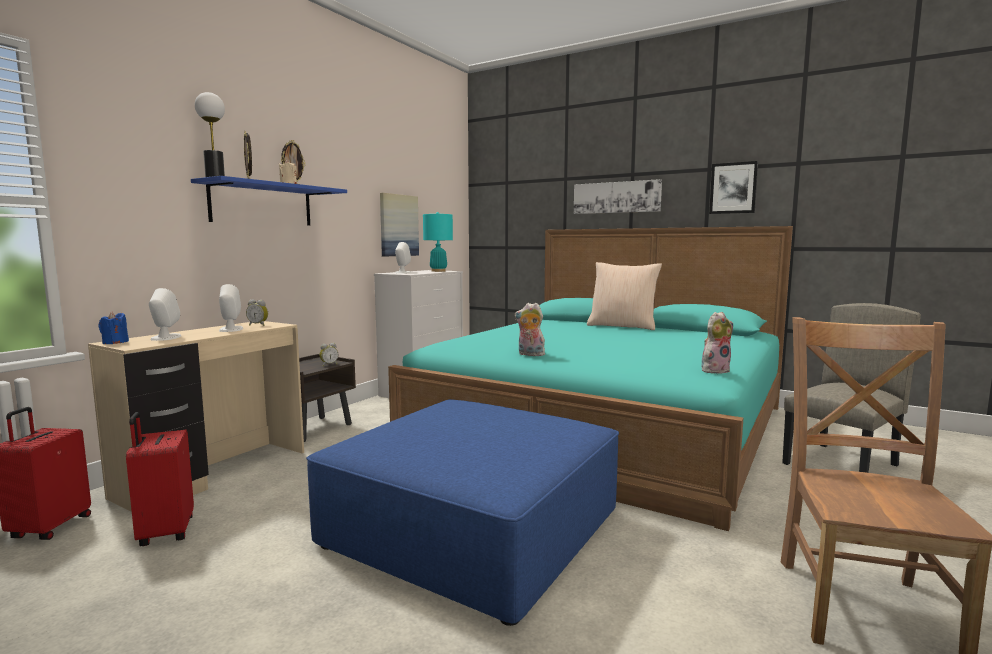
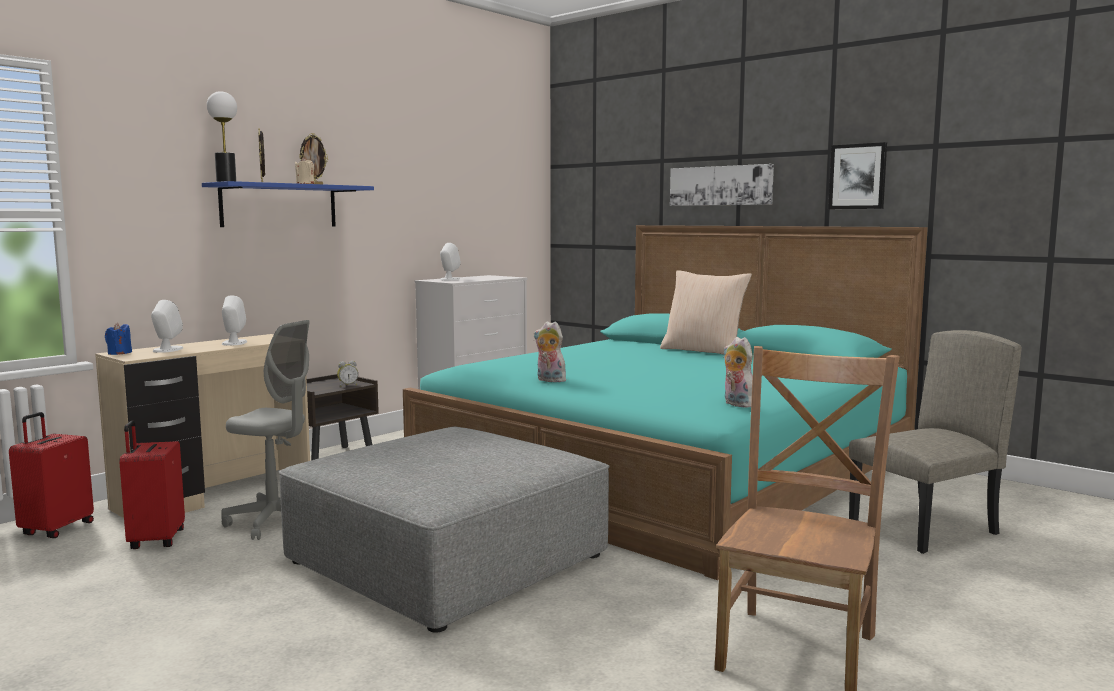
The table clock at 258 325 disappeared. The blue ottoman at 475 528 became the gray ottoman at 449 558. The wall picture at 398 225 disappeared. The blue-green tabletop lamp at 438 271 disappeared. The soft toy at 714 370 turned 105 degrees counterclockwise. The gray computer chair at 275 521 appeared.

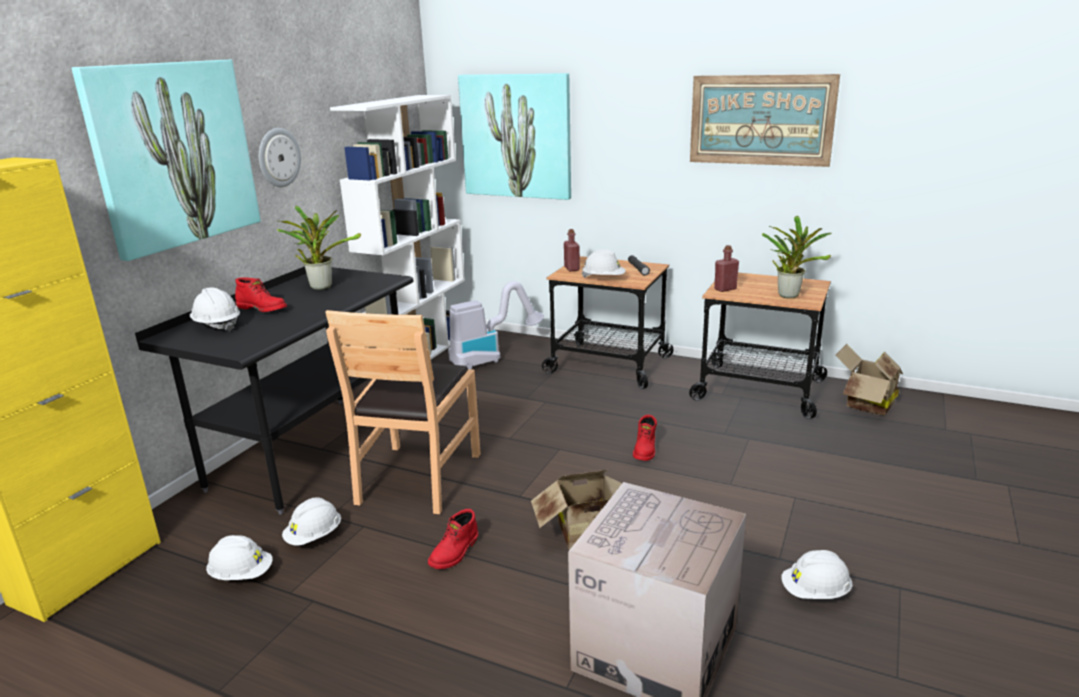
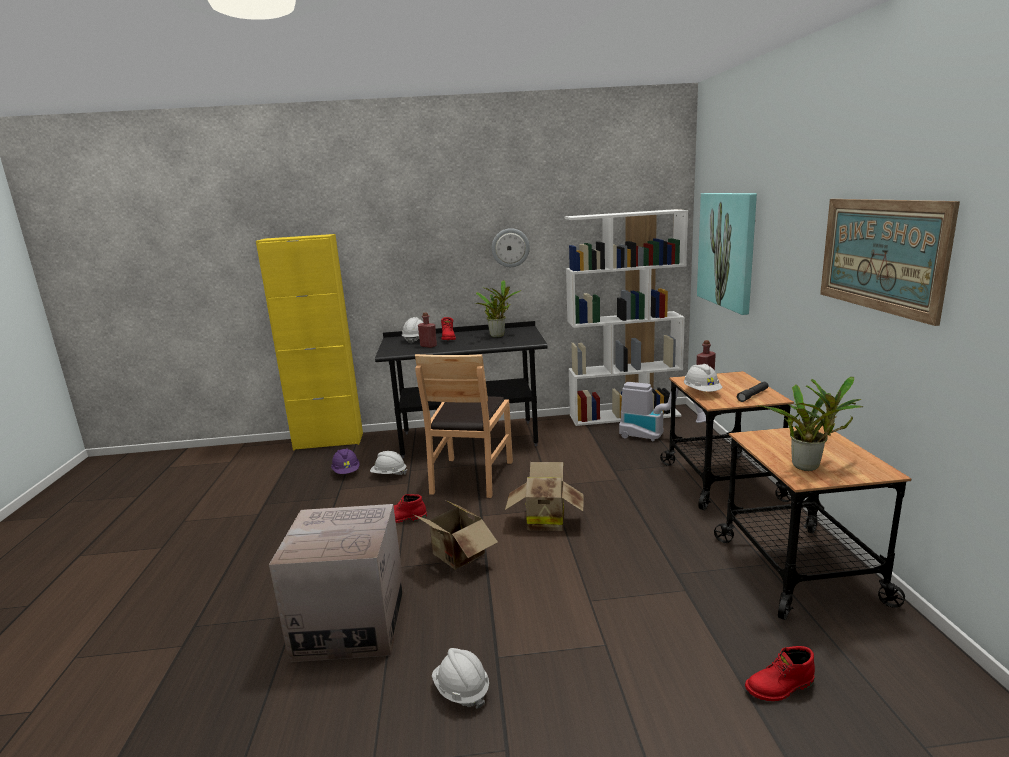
The wall picture at 174 154 disappeared. The white-coloured work helmet at 241 575 became the purple work helmet at 346 472. The brown-coloured plain chair at 418 477 turned 60 degrees counterclockwise. The red-coloured boot moved from 645 450 to 780 688. The red-coloured drink bottle moved from 725 289 to 428 346. The carton moved from 865 405 to 545 520.

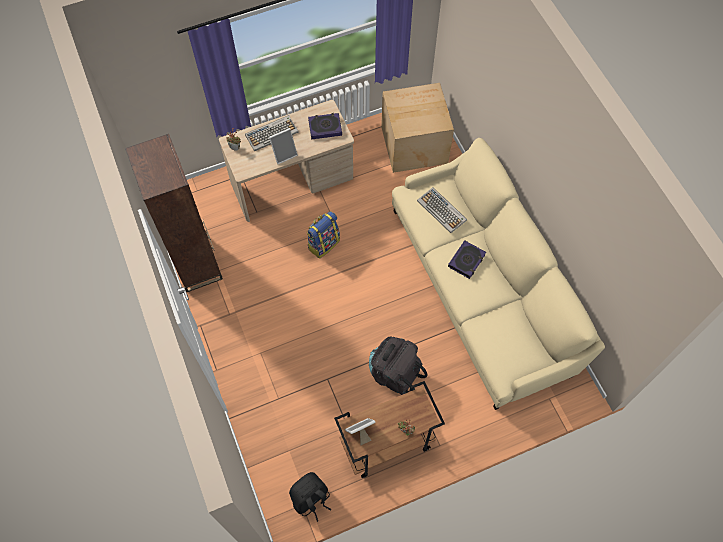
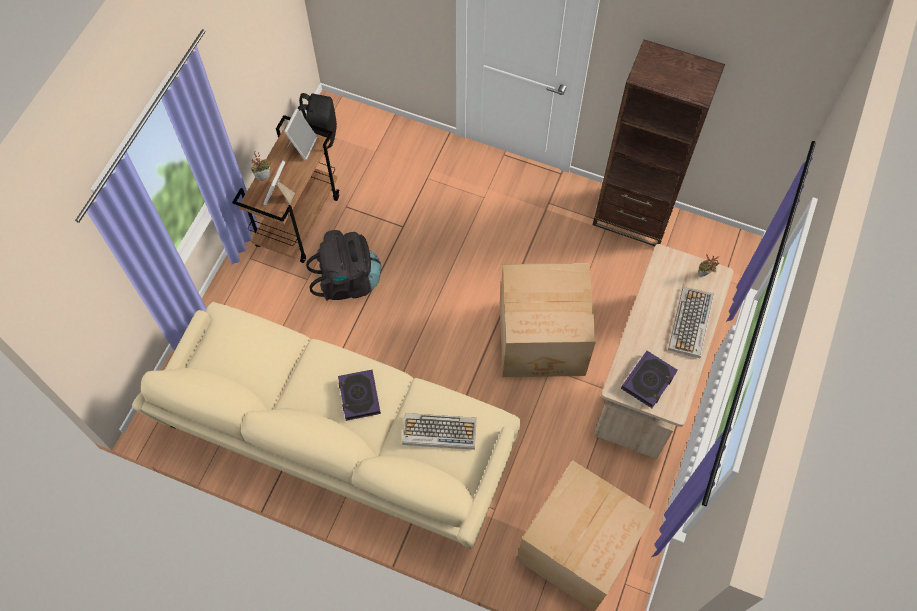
The picture frame moved from 284 154 to 279 195. The rucksack at 323 243 was replaced by the carton at 543 339.

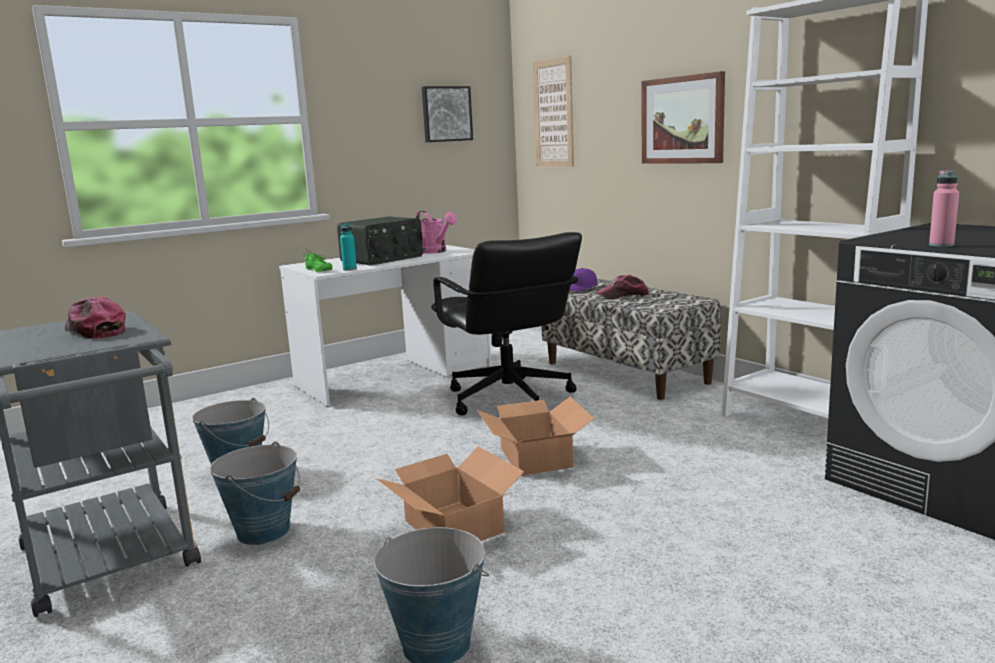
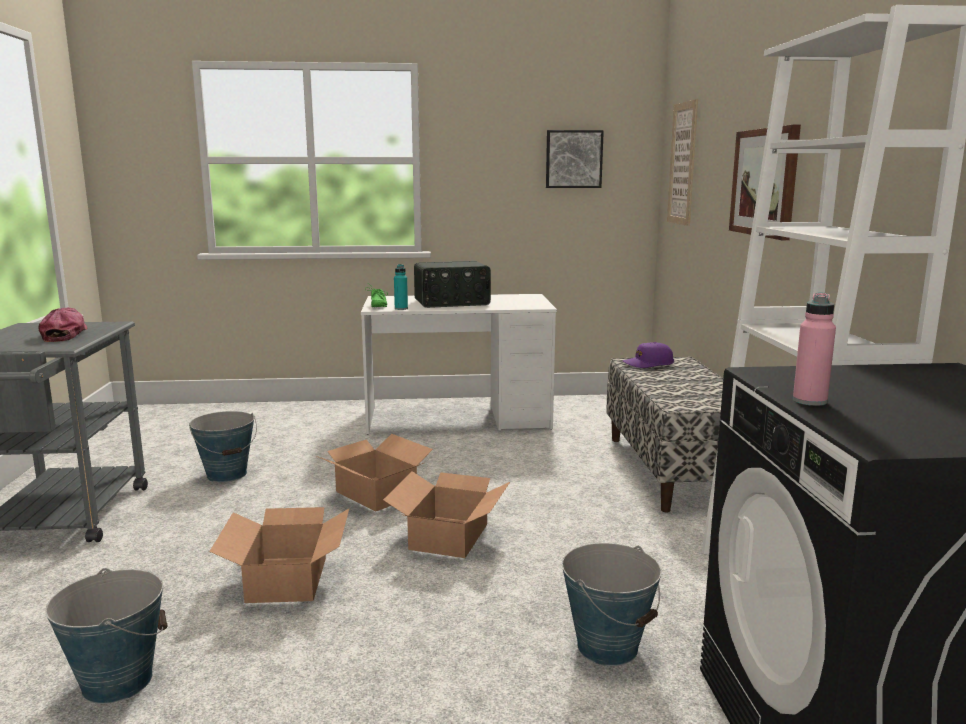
The pail moved from 264 531 to 607 646. The pink sprinkling can at 435 251 disappeared. The black computer chair at 508 399 disappeared. The baseball cap at 623 295 disappeared. The carton at 376 494 appeared.

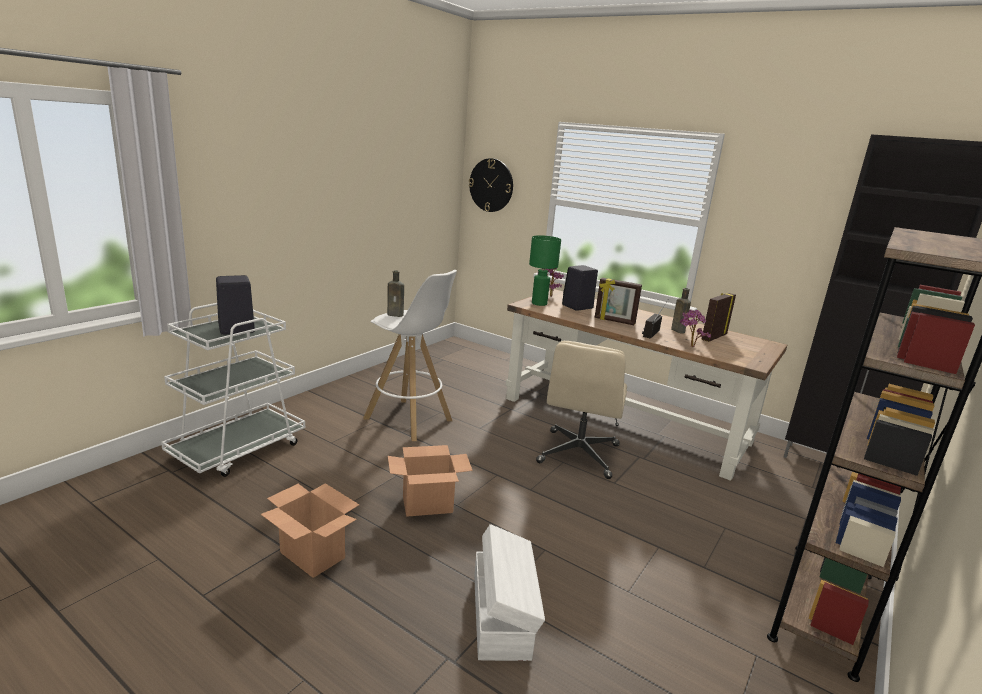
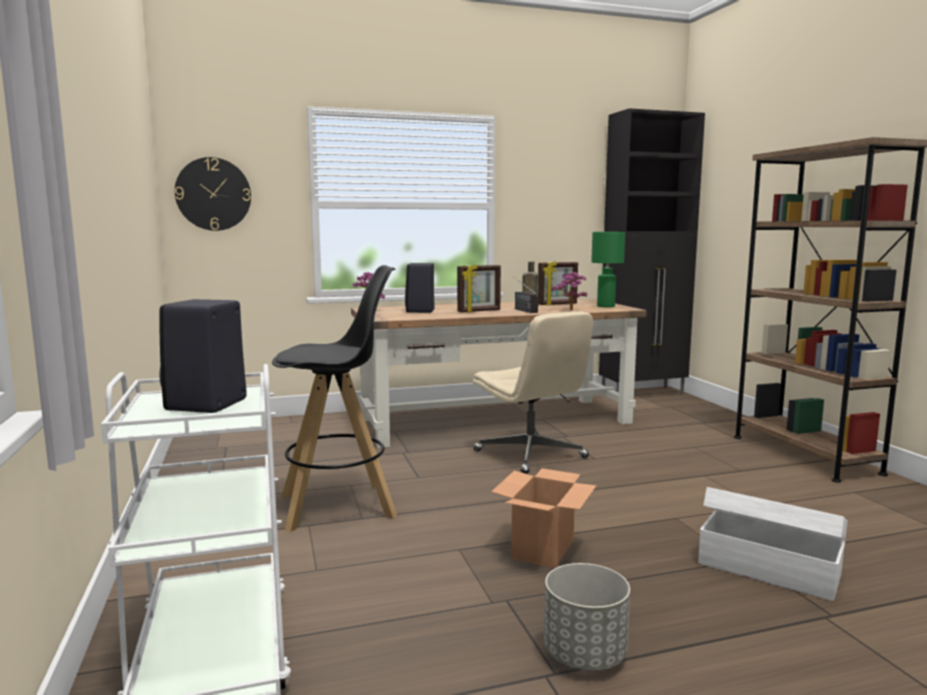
The carton at 311 555 was replaced by the gray plant pot at 584 655. The white-coloured sitting stool at 409 420 became the black sitting stool at 339 506. The brown-coloured drink bottle at 396 315 disappeared. The green tabletop lamp moved from 539 303 to 605 306. The picture frame at 713 337 turned 105 degrees counterclockwise.

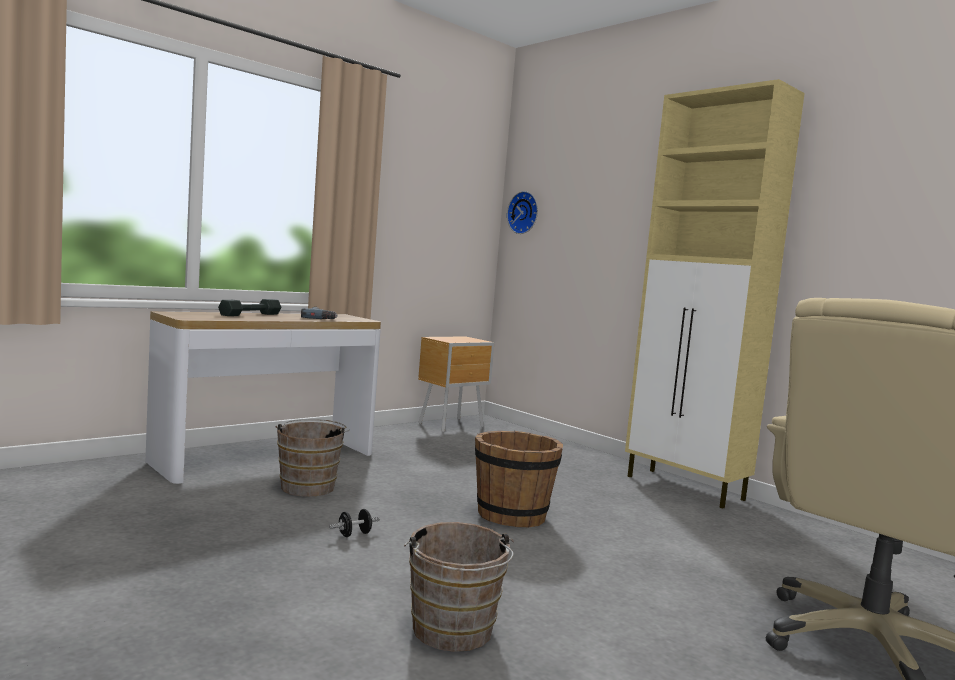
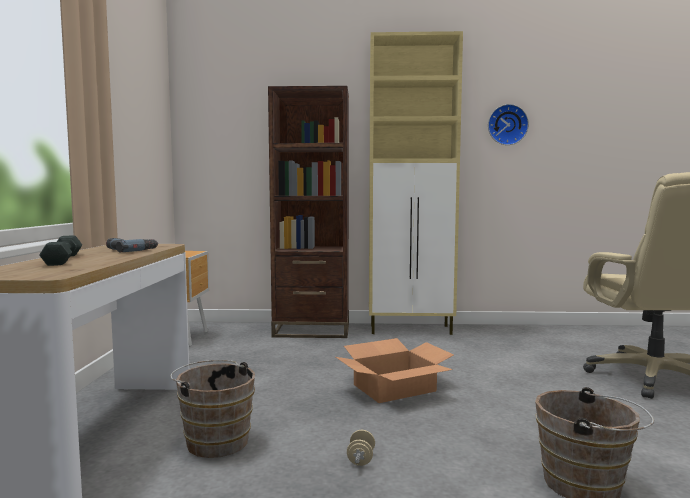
The black hand weight at 354 534 became the beige-coloured hand weight at 361 459. The brown-coloured pail at 512 515 was replaced by the carton at 394 388. The clock on the wall moved from 524 213 to 507 125. The brown-coloured bookcase at 312 330 appeared.

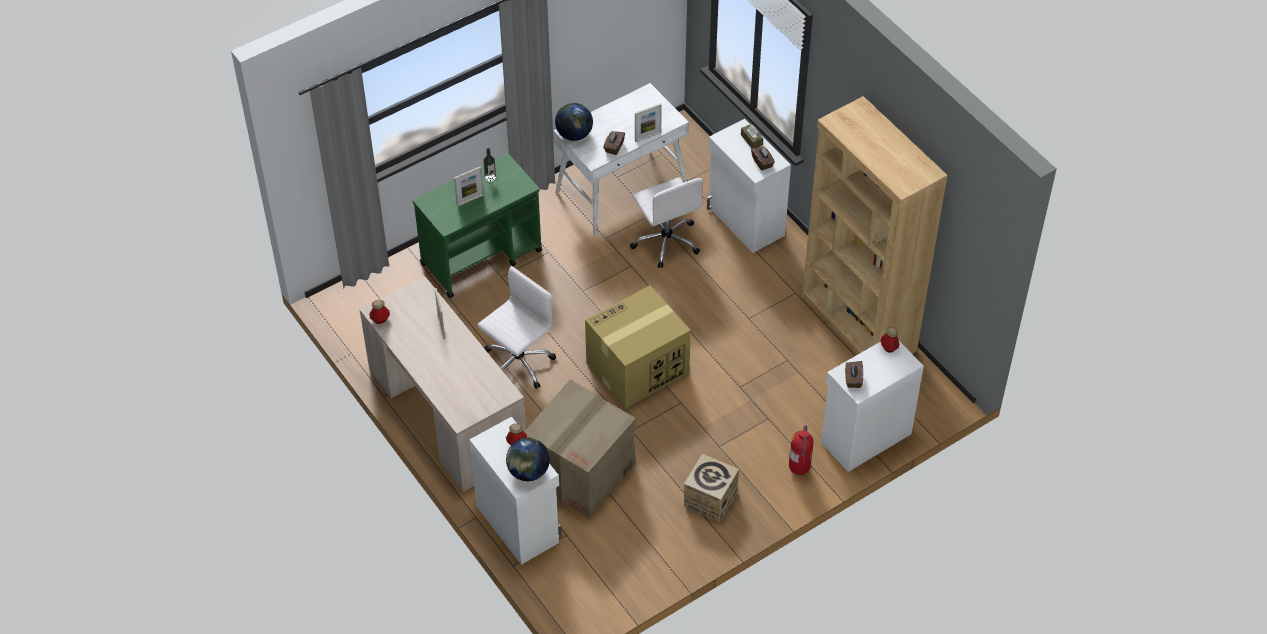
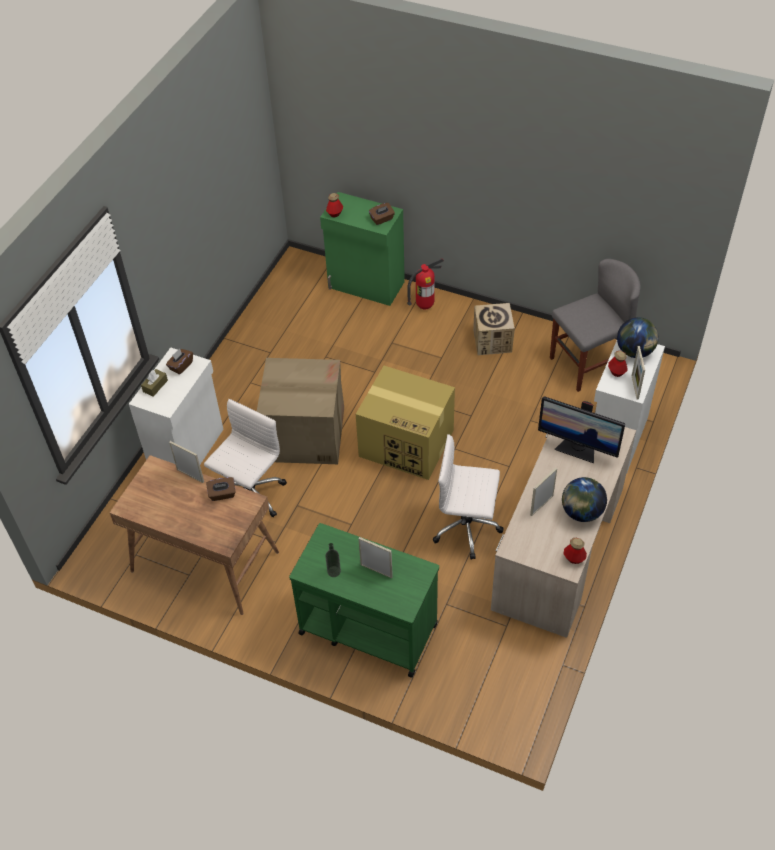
The carton moved from 581 471 to 304 434. The white-coloured desk unit at 622 189 became the brown-coloured desk unit at 204 562. The desk globe moved from 574 134 to 581 512. The brown-coloured bookcase at 858 324 disappeared. The white-coloured cabinet at 864 437 became the green cabinet at 366 285. The computer display at 577 448 appeared. The gray plain chair at 588 364 appeared. The picture frame at 635 387 appeared.

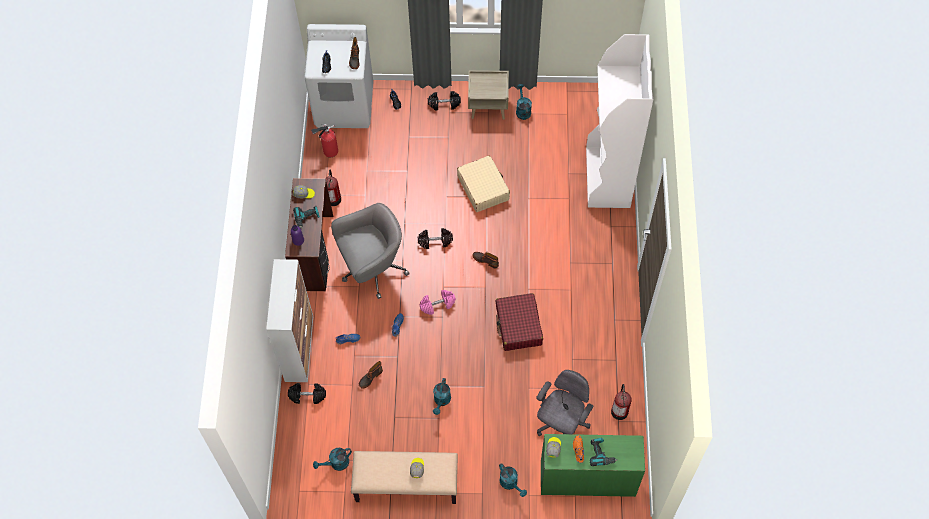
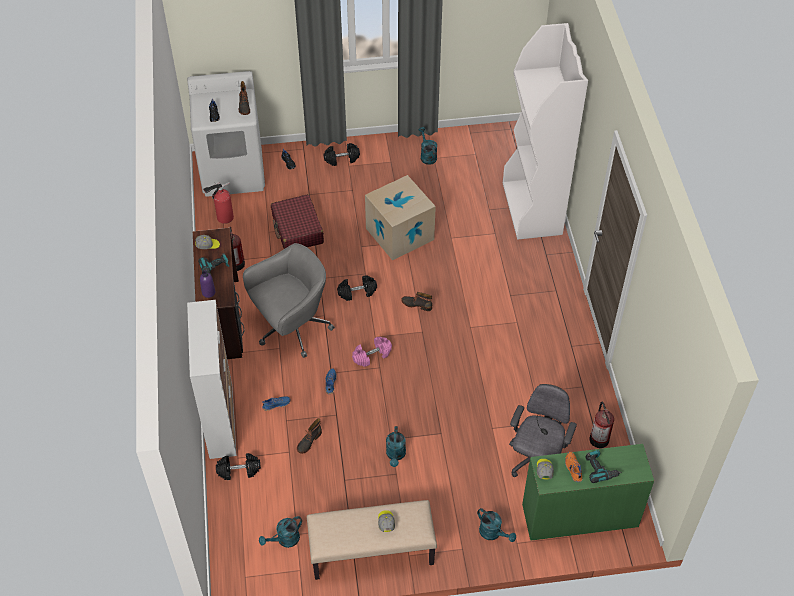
The beige-coloured travel case at 483 188 was replaced by the carton at 400 234. The beige-coloured night table at 488 107 disappeared. The red-coloured travel case moved from 518 326 to 297 230.

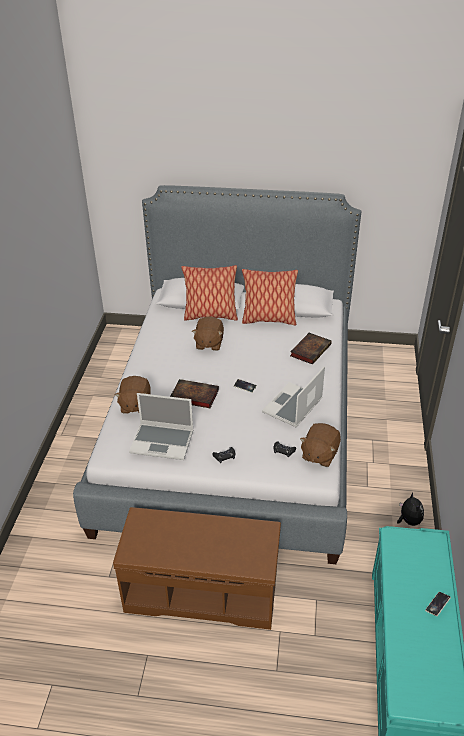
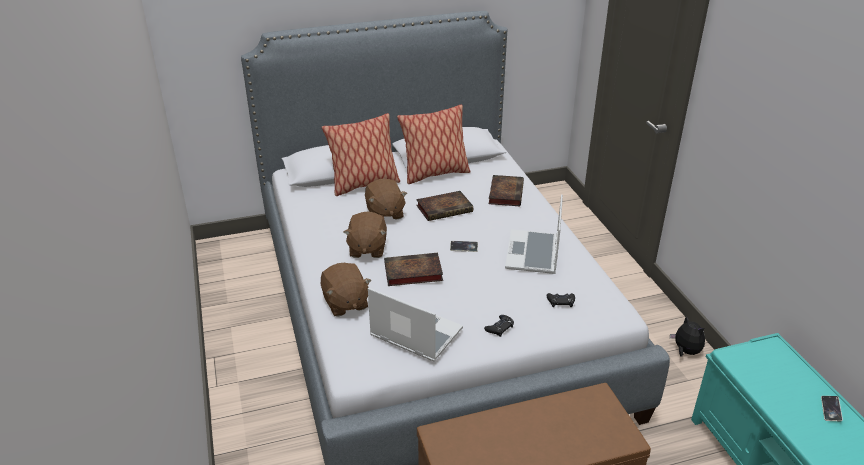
The laptop at 163 441 turned 135 degrees counterclockwise. The brown-coloured soft toy moved from 319 454 to 367 249. The bound book at 445 208 appeared.

